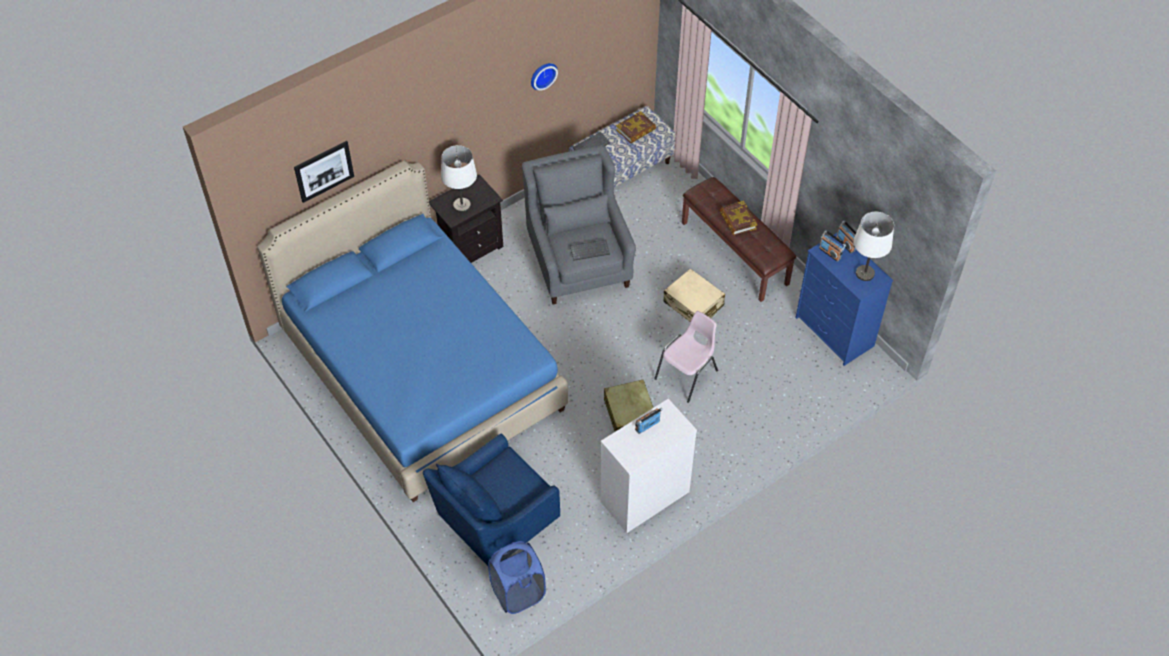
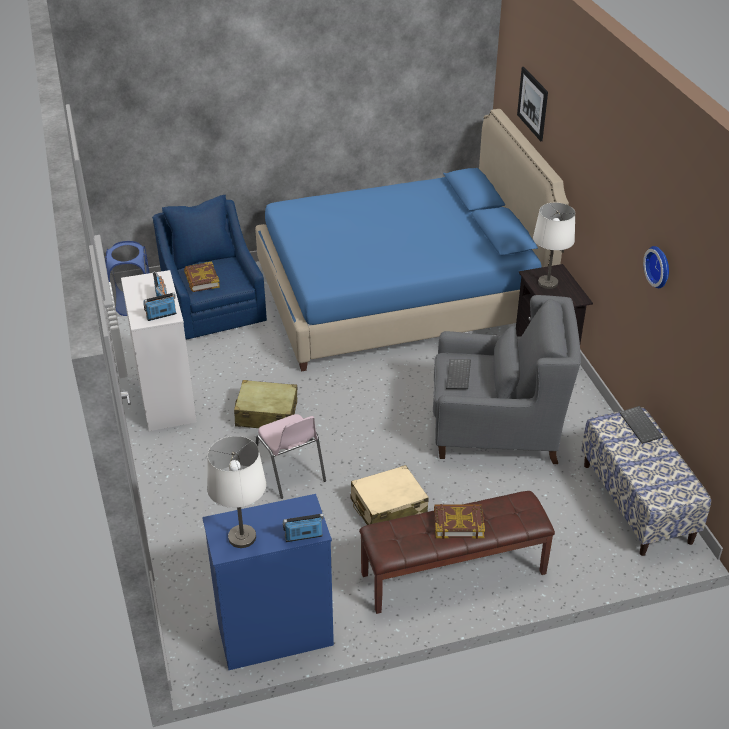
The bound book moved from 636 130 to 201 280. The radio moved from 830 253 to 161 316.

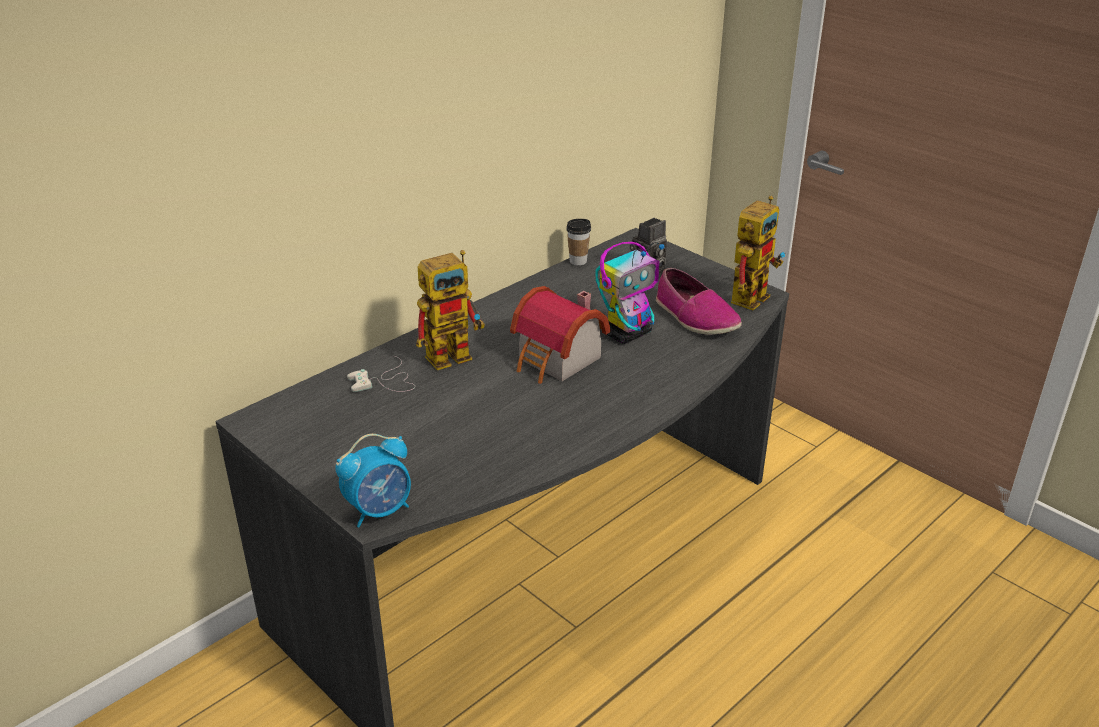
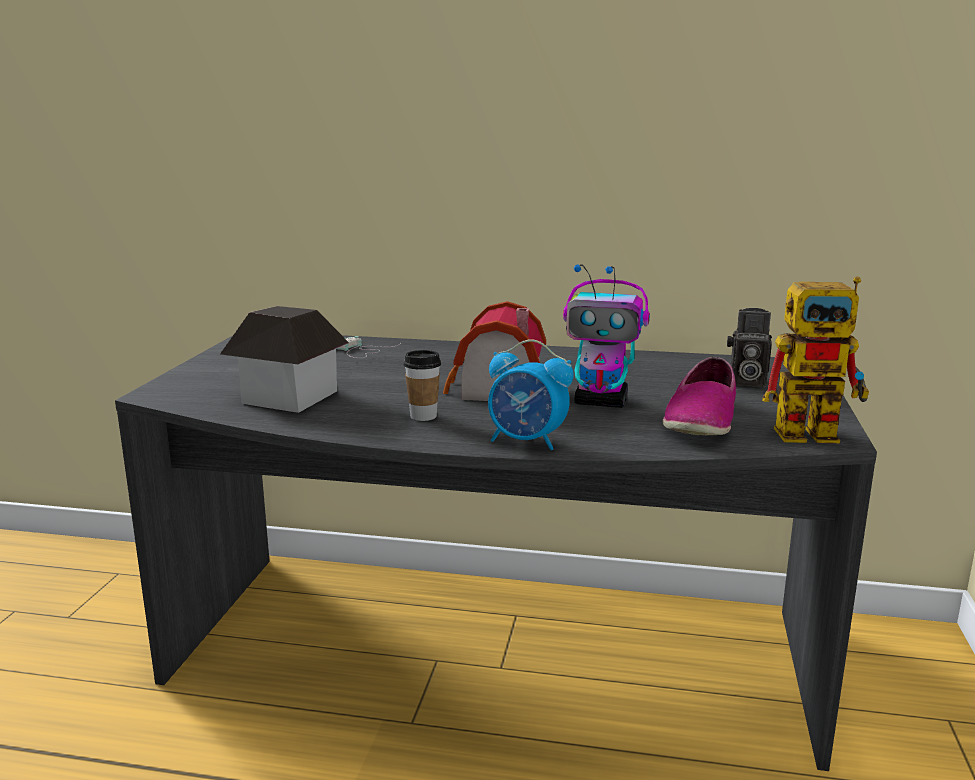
The table clock moved from 379 510 to 527 441. The robot figure at 455 353 disappeared. The cup moved from 578 261 to 423 416. The model house at 289 397 appeared.

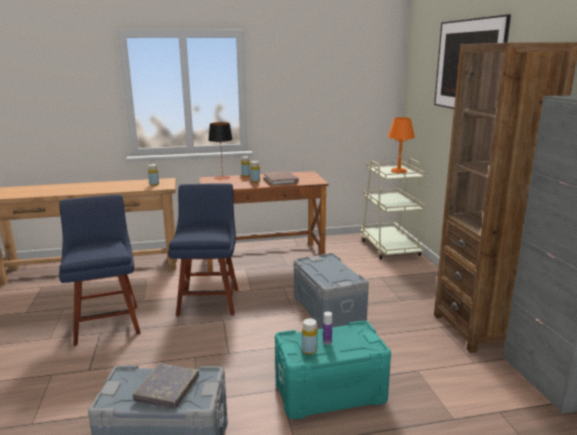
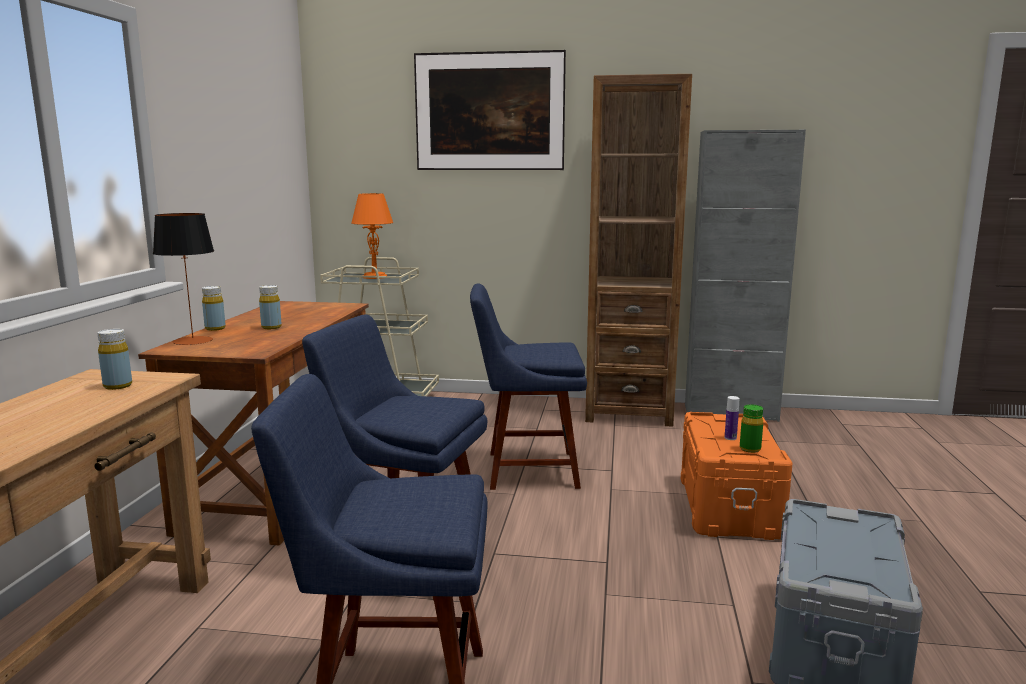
The gray bound book at 167 389 disappeared. The brown-coloured bound book at 280 180 disappeared. The blue-green storage bin at 330 392 became the orangey storage bin at 730 506. The gray storage bin at 329 309 was replaced by the blue plain chair at 526 470. The yellow drink bottle at 309 351 became the green drink bottle at 750 449.

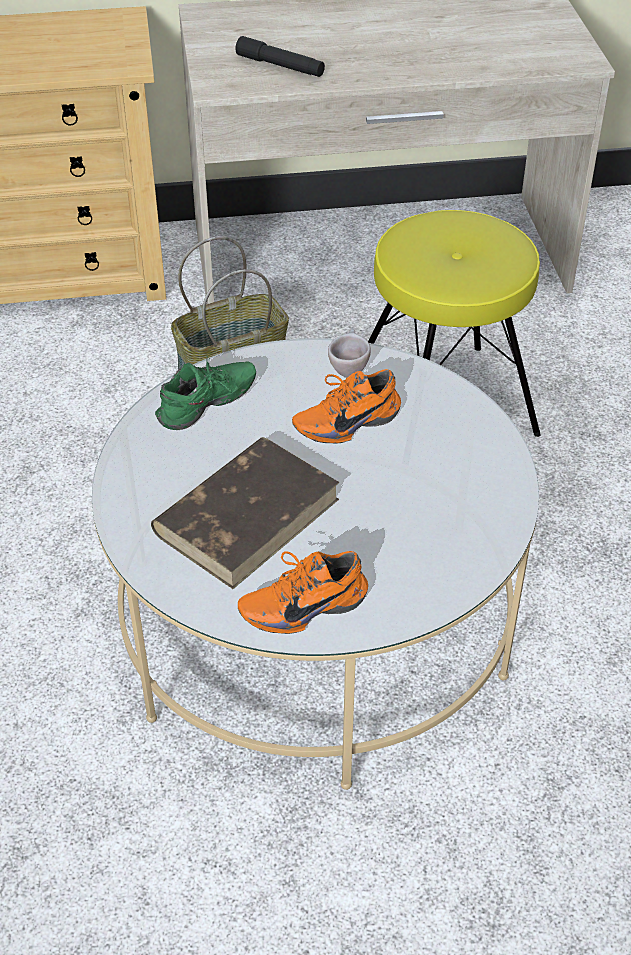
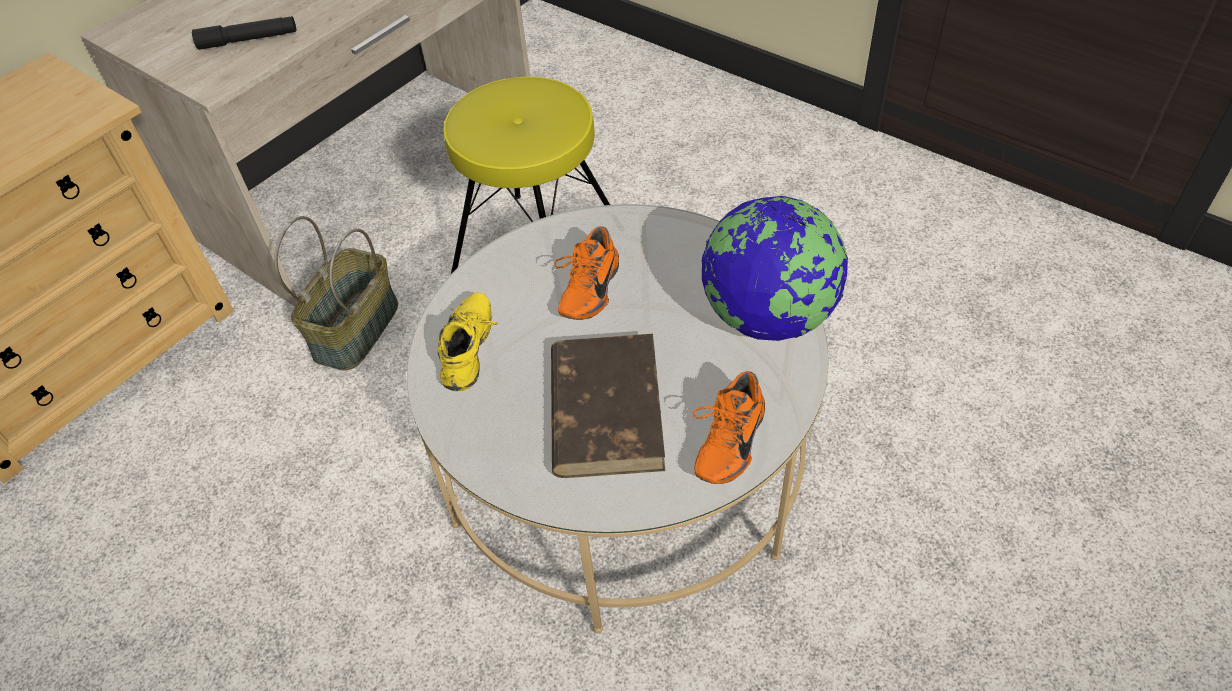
The green low shoe at 209 407 became the yellow low shoe at 472 351. The beige-coloured cup at 348 369 disappeared. The desk globe at 769 317 appeared.

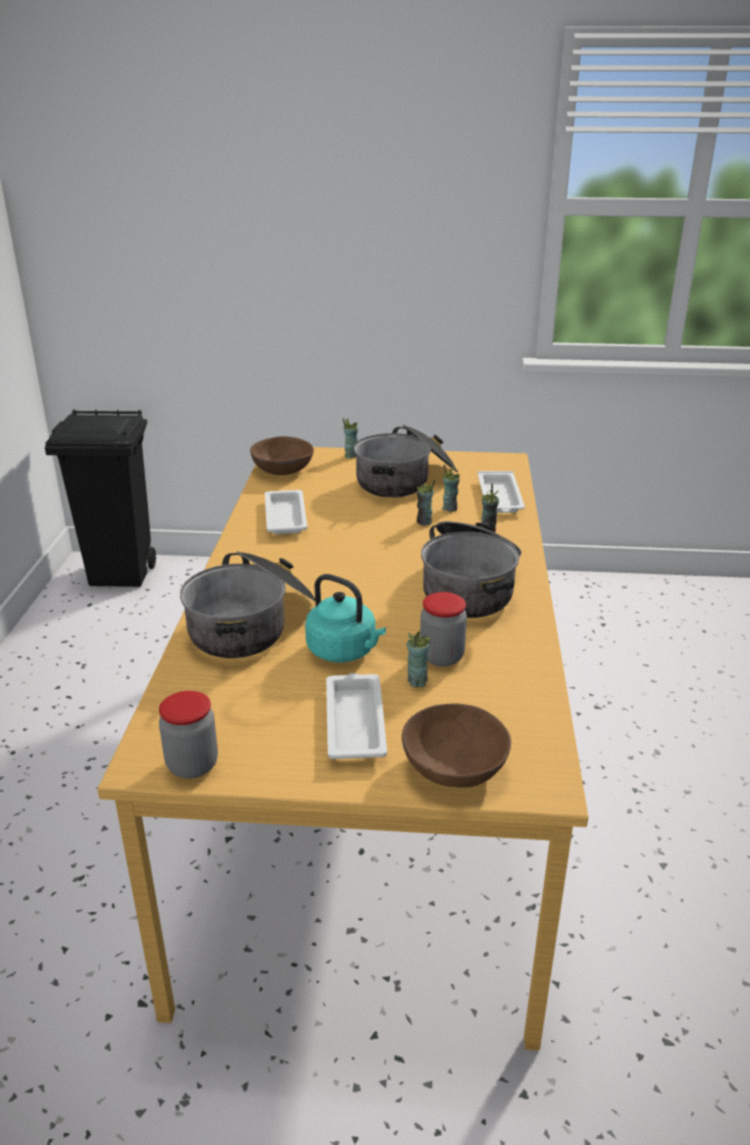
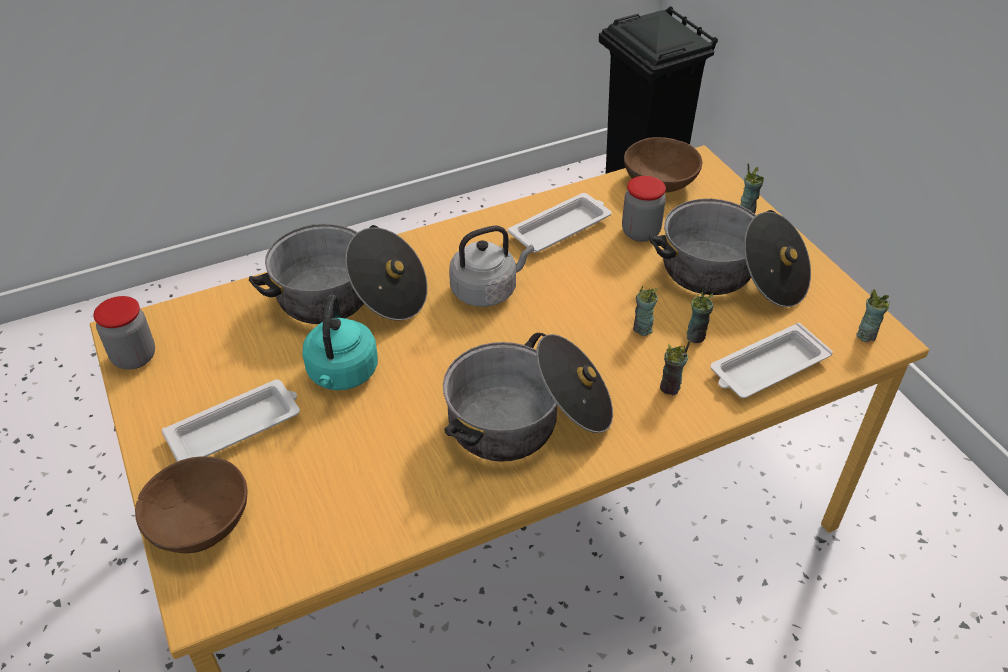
The cup moved from 417 681 to 865 335. The jar moved from 441 657 to 640 232. The gray tea kettle at 487 290 appeared.

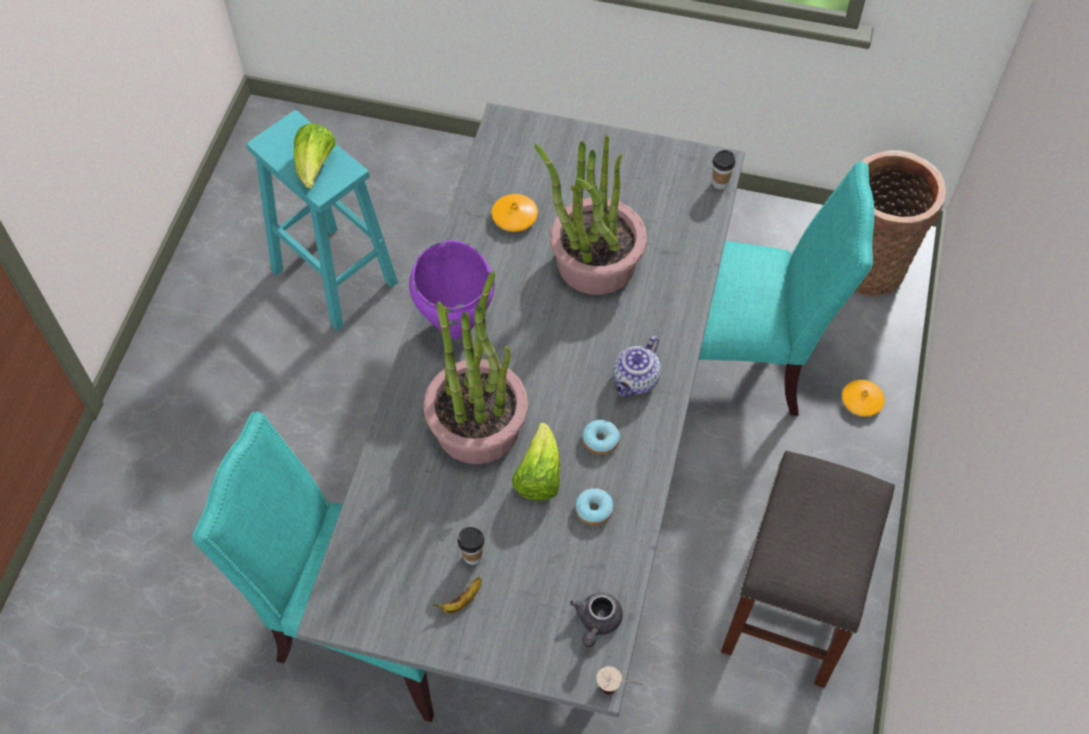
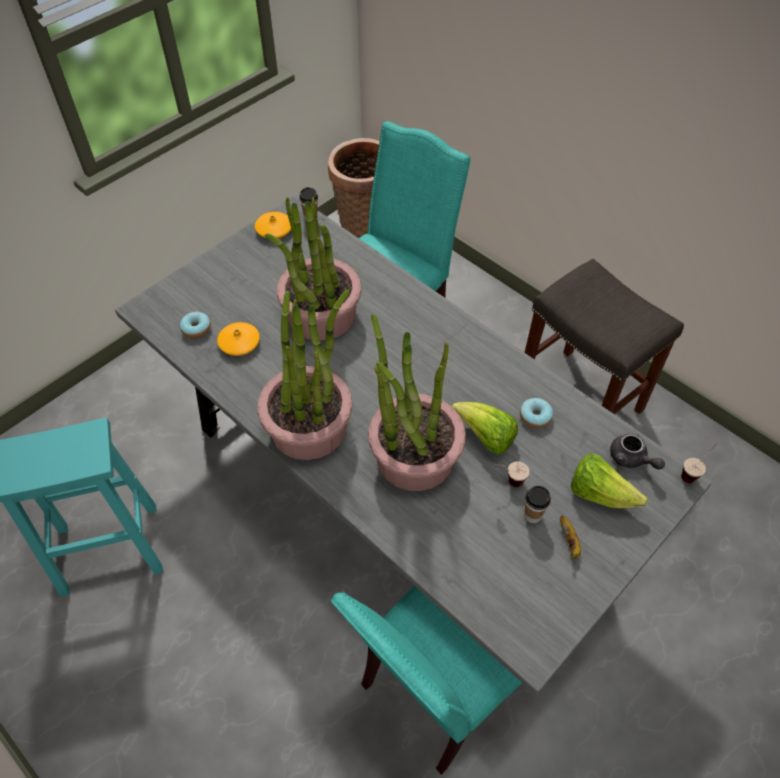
The head of lettuce moved from 315 167 to 599 493. The purple saucepot at 456 324 was replaced by the plant in a pot at 309 427. The donut moved from 600 440 to 196 328. The tea pot at 635 381 disappeared. The orangey vase moved from 861 401 to 274 230. The cup at 507 481 appeared.

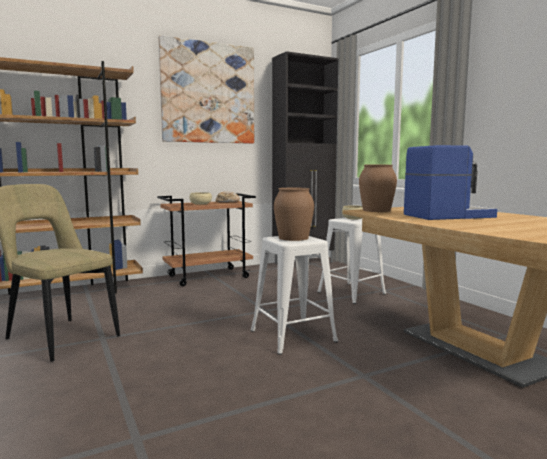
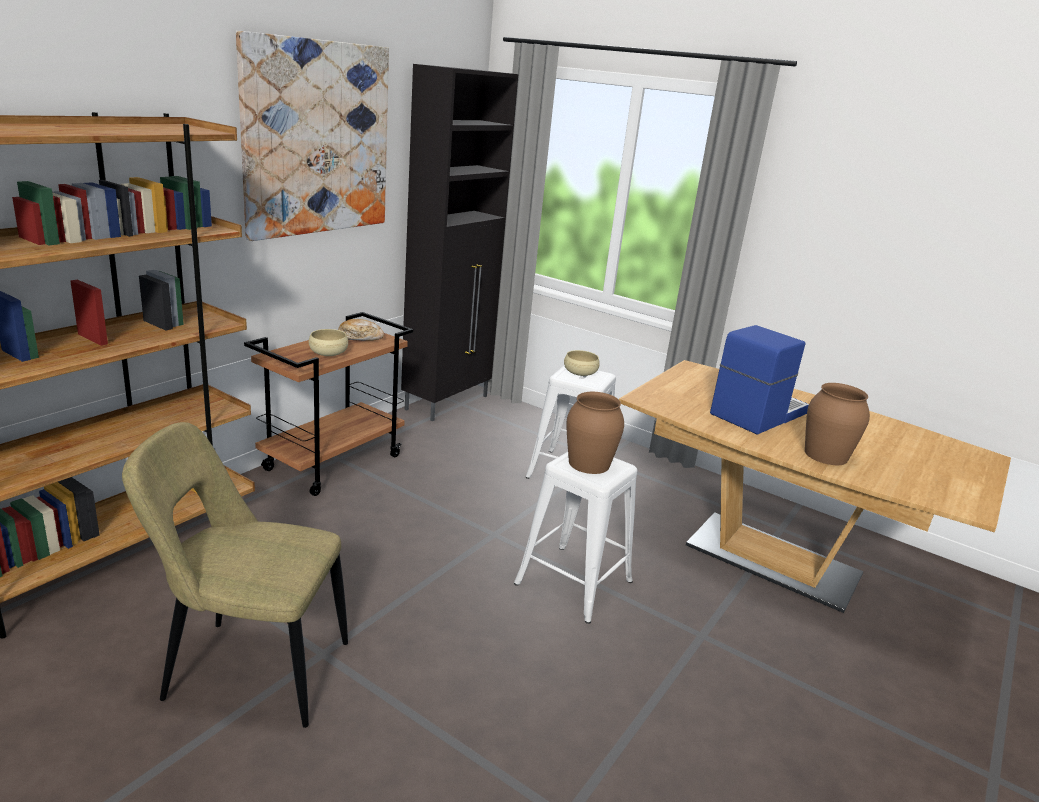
The brown-coloured vase moved from 376 210 to 825 455.

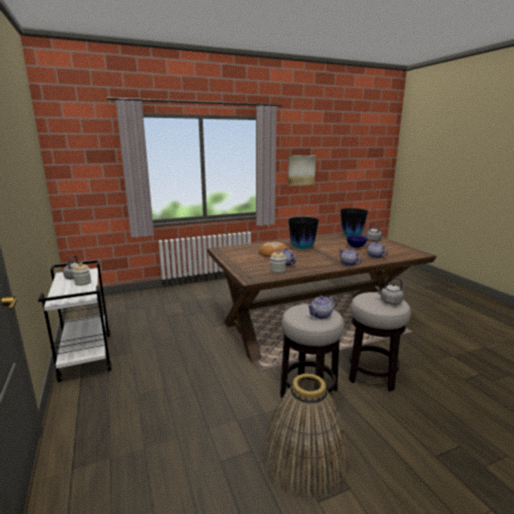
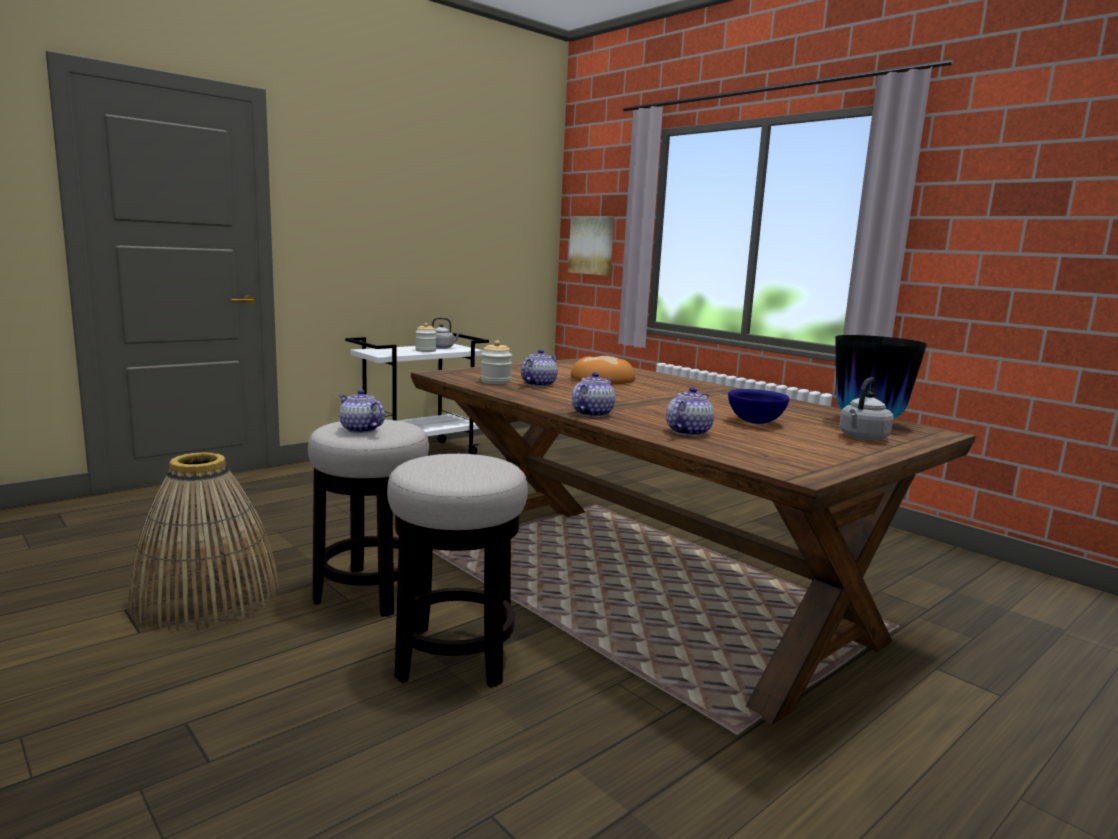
The wall picture moved from 301 170 to 592 245. The vase at 302 248 disappeared. The gray tea kettle at 389 302 disappeared.

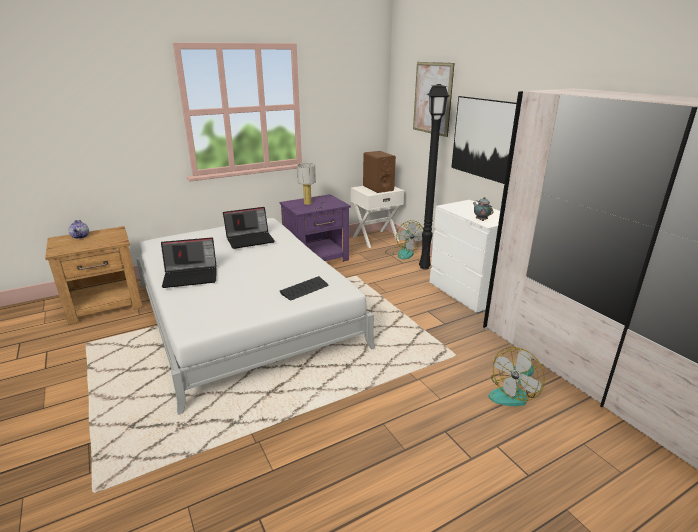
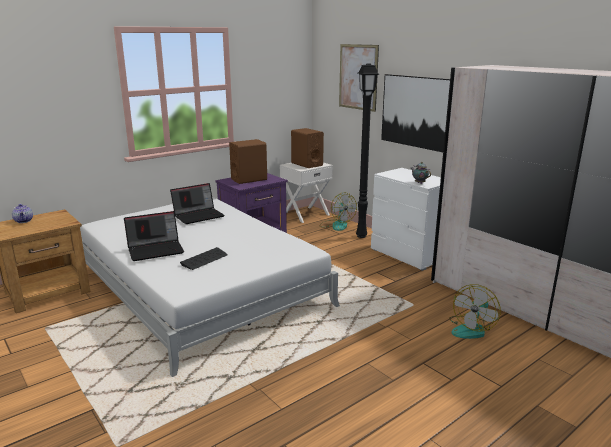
The computer keyboard moved from 304 289 to 204 259. The tabletop lamp at 312 203 was replaced by the brown-coloured speaker at 249 179.

